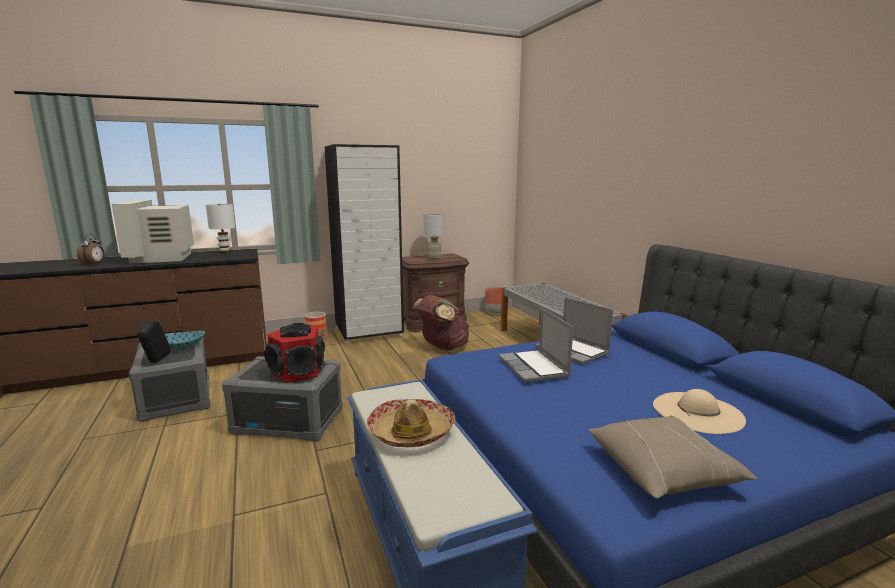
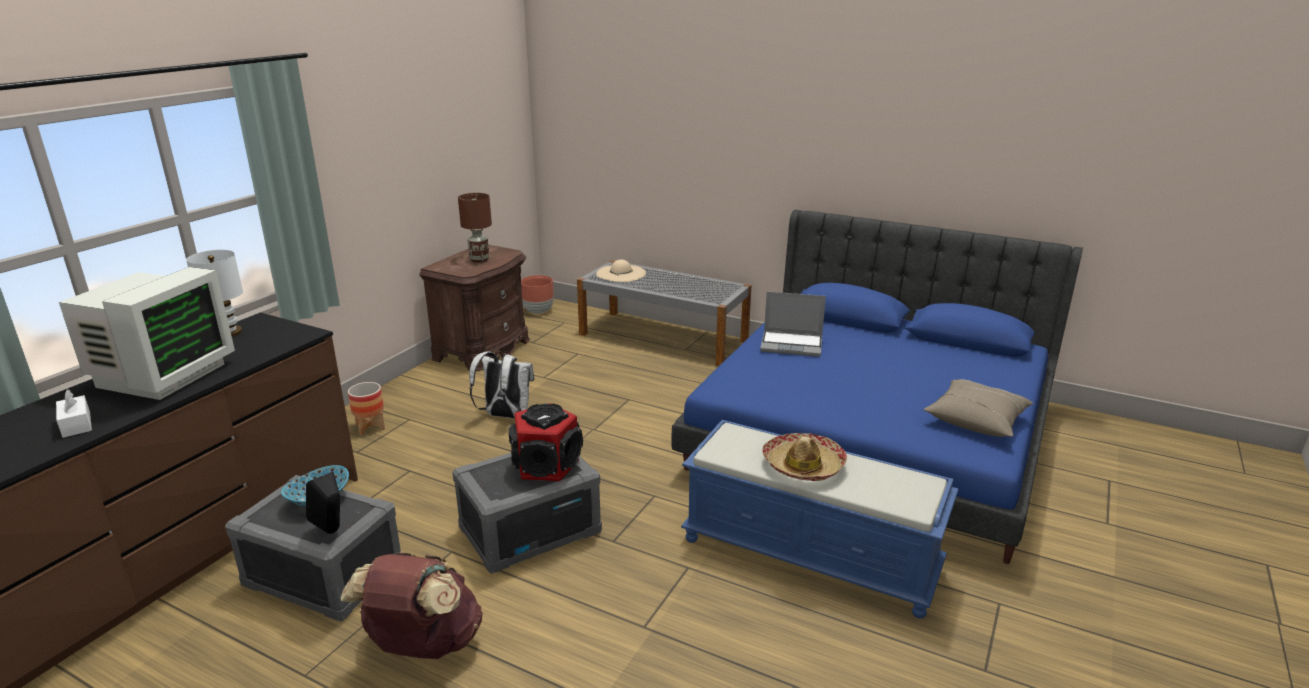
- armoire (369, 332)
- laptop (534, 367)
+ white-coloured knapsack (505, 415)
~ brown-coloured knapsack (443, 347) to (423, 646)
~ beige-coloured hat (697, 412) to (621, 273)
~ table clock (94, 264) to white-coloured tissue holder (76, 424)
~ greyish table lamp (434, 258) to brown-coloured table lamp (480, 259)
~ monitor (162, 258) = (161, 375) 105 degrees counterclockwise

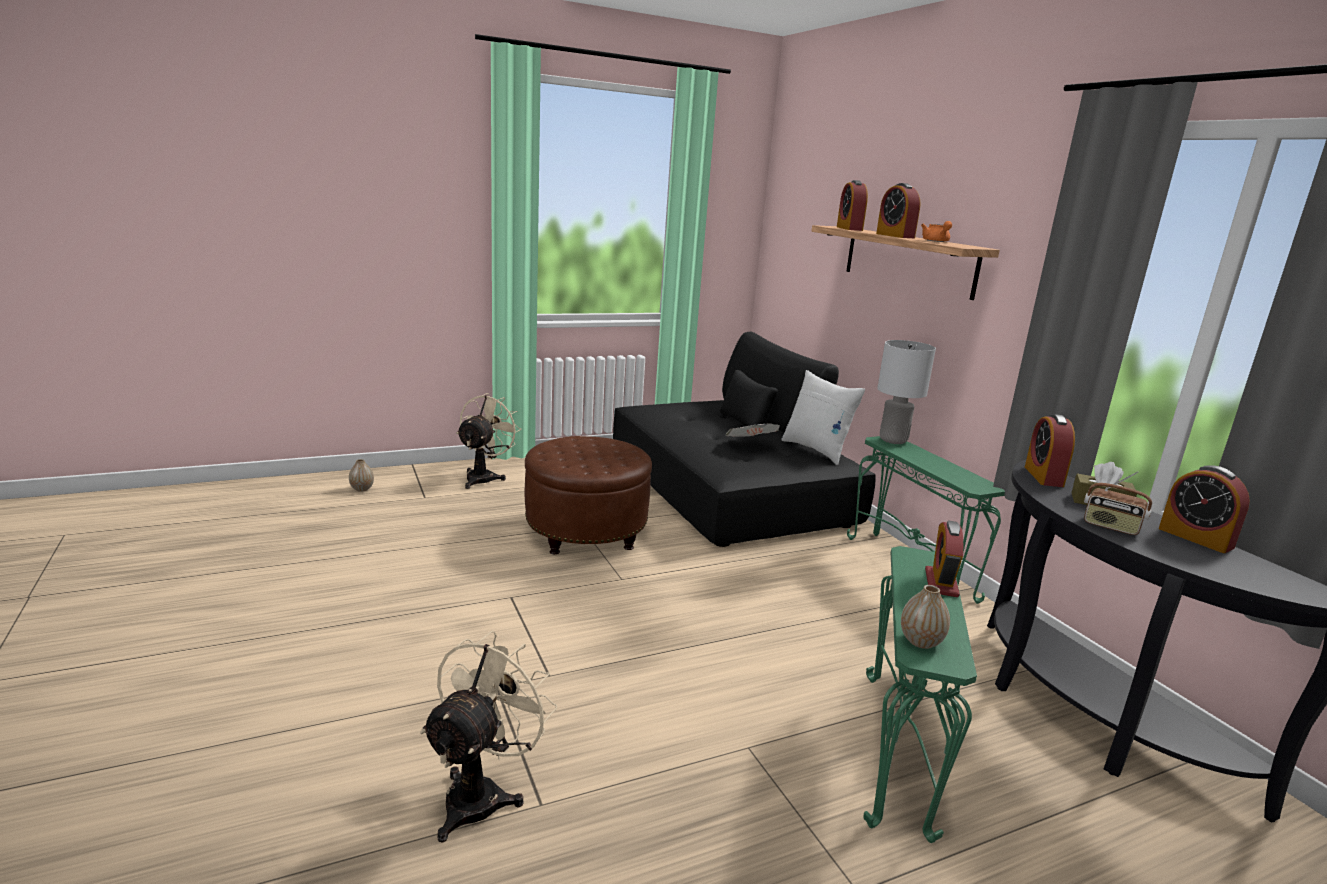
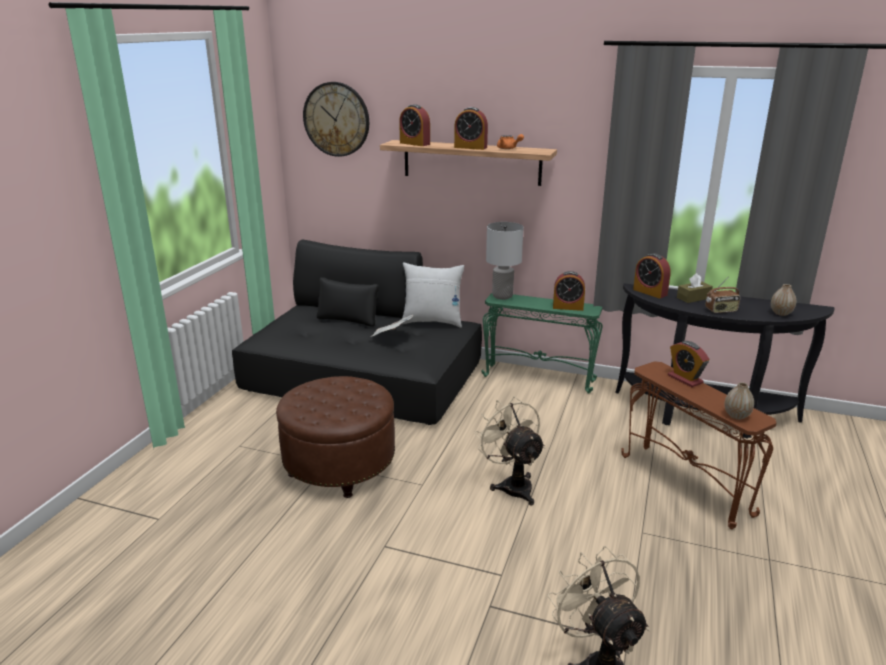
+ hanging clock (336, 119)
~ vase (362, 489) to (781, 313)
~ beige-coloured fan (484, 477) to (512, 485)
~ table clock (1195, 538) to (568, 307)
~ greenish end table (897, 750) to brown-coloured end table (685, 485)

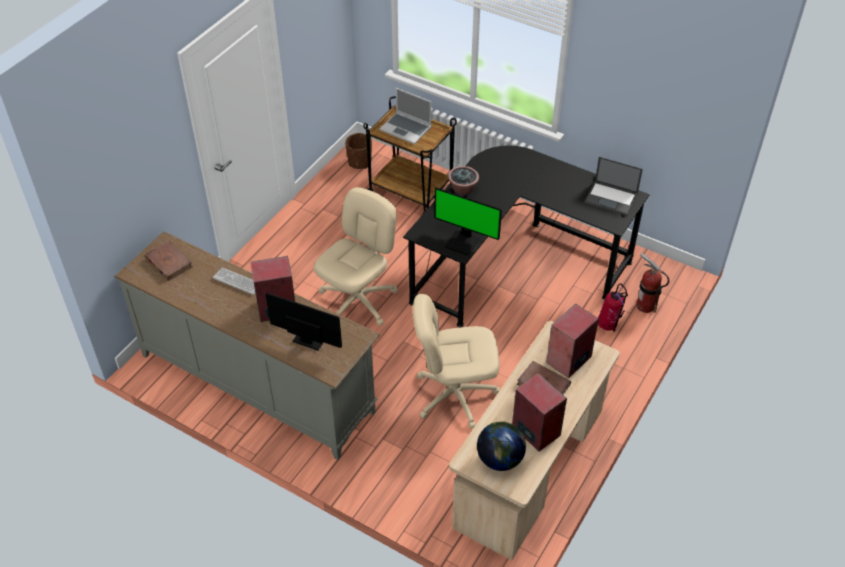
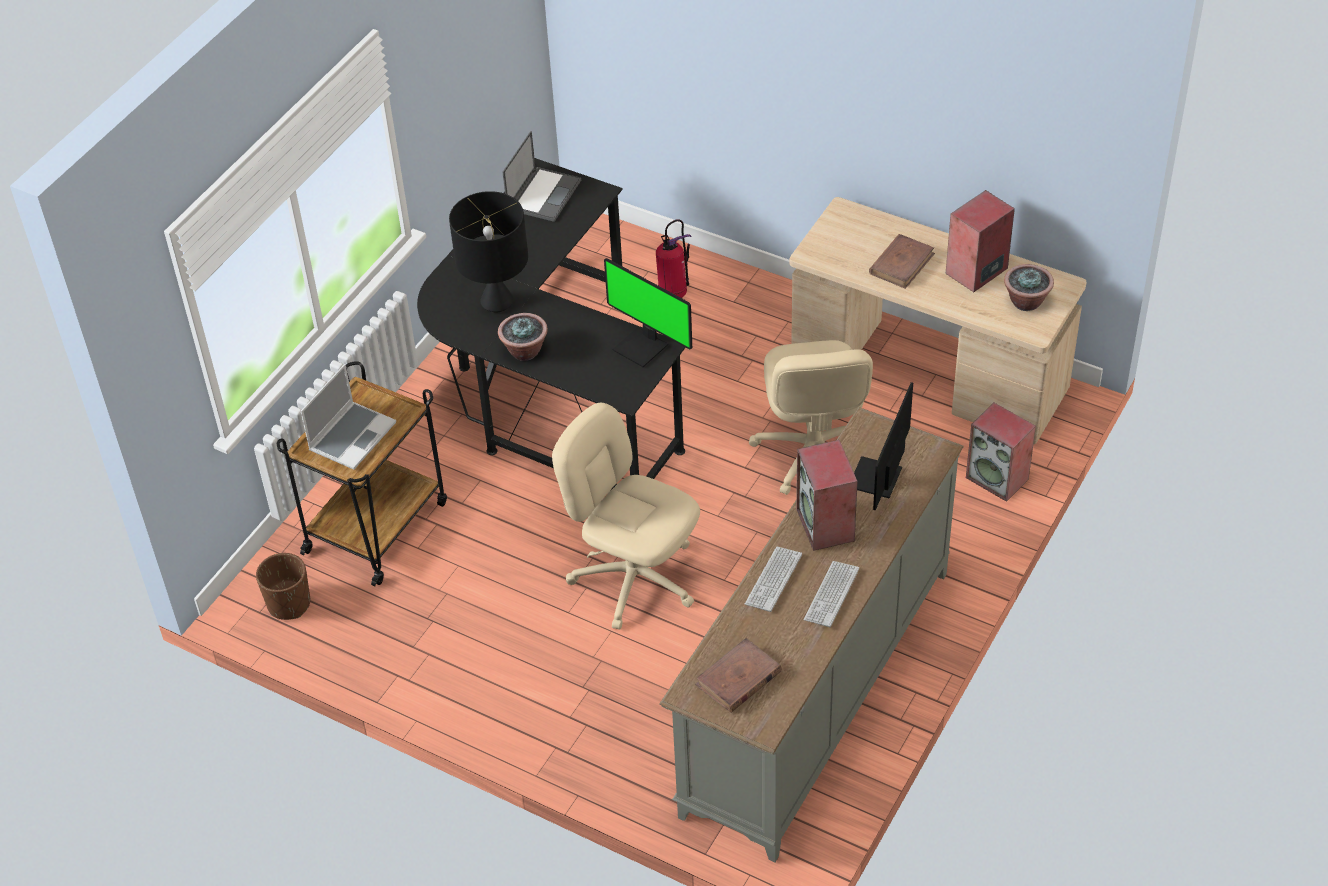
- fire-fighting cylinder (645, 306)
+ black table lamp (497, 303)
+ PC keyboard (831, 595)
~ speaker (569, 360) to (998, 478)
~ world globe (500, 459) to houseplant (1026, 302)
~ monitor (463, 242) = (642, 347) 105 degrees clockwise

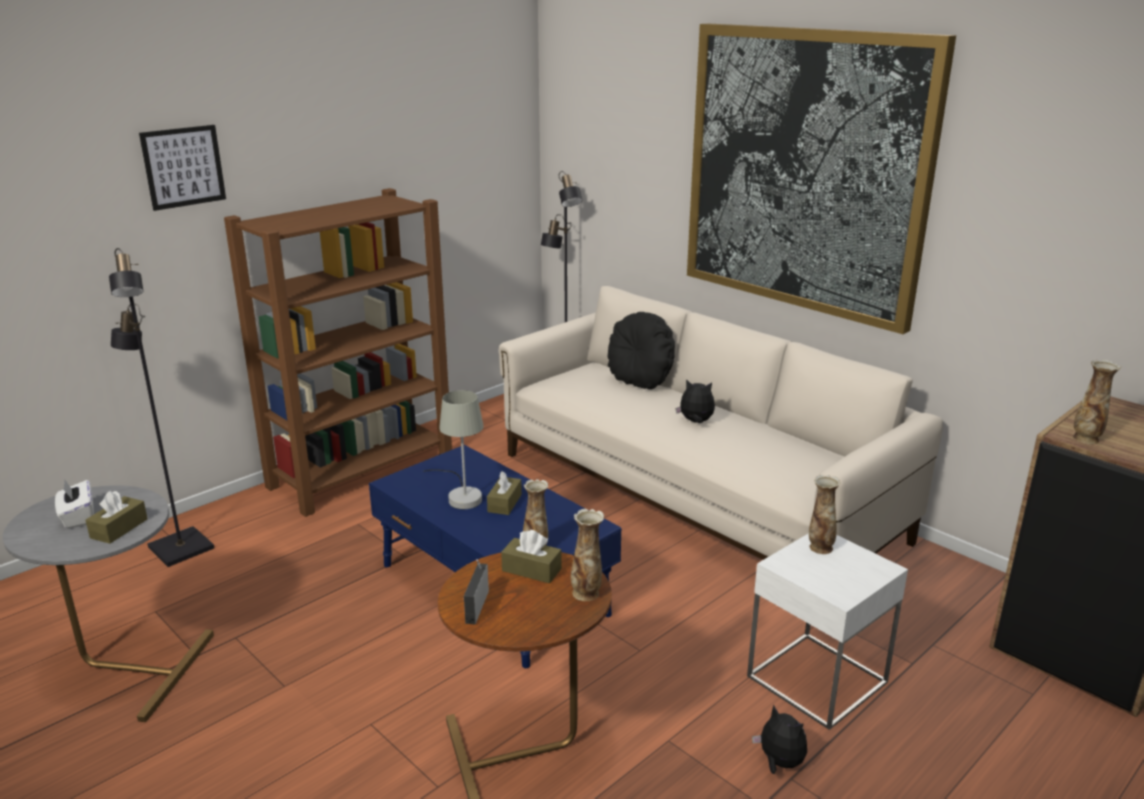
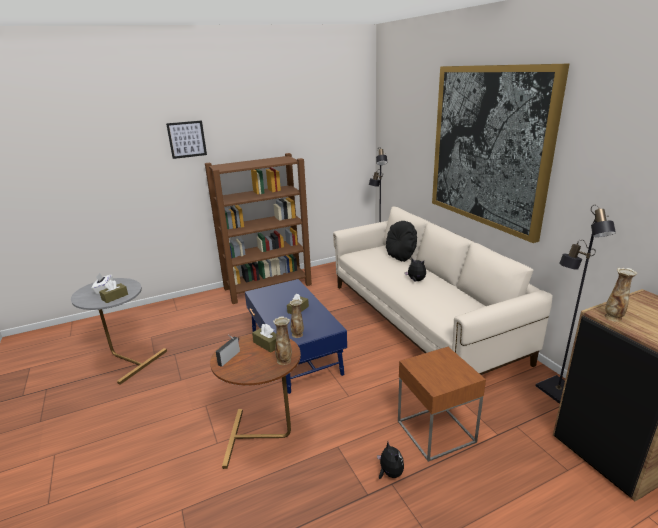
- greyish table lamp (461, 495)
- vase (820, 548)
~ black floor lamp (181, 548) to (558, 390)
~ white-coloured end table (817, 679) to brown-coloured end table (436, 431)

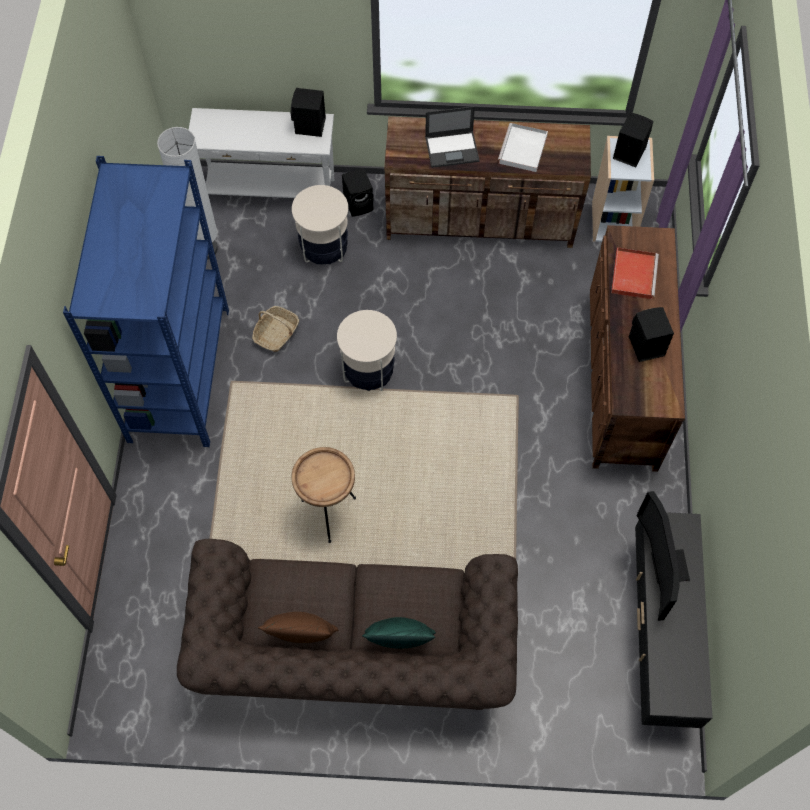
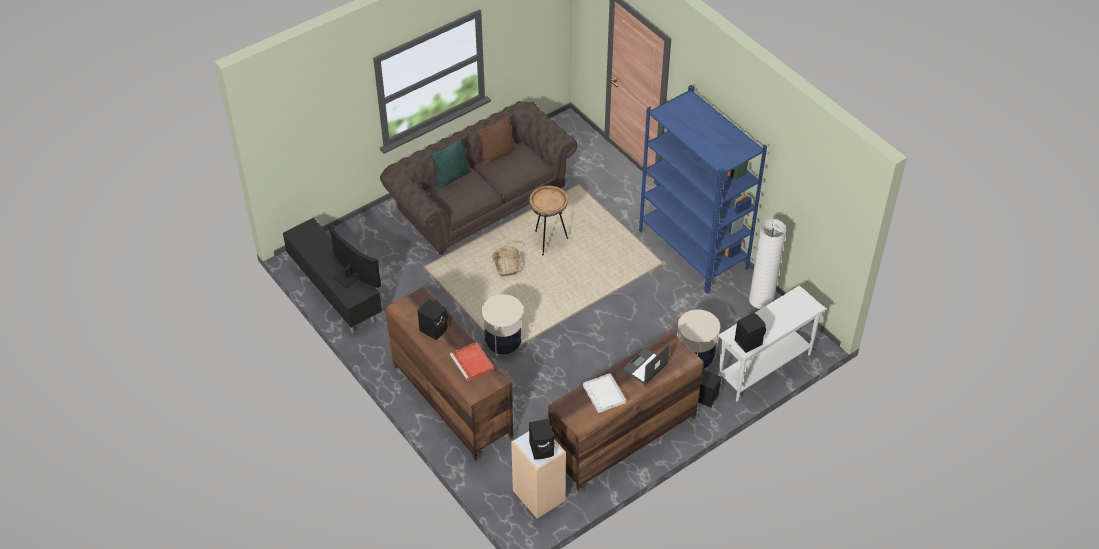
~ storage basket (276, 334) to (507, 266)
~ beige-coloured end table (369, 371) to (503, 343)

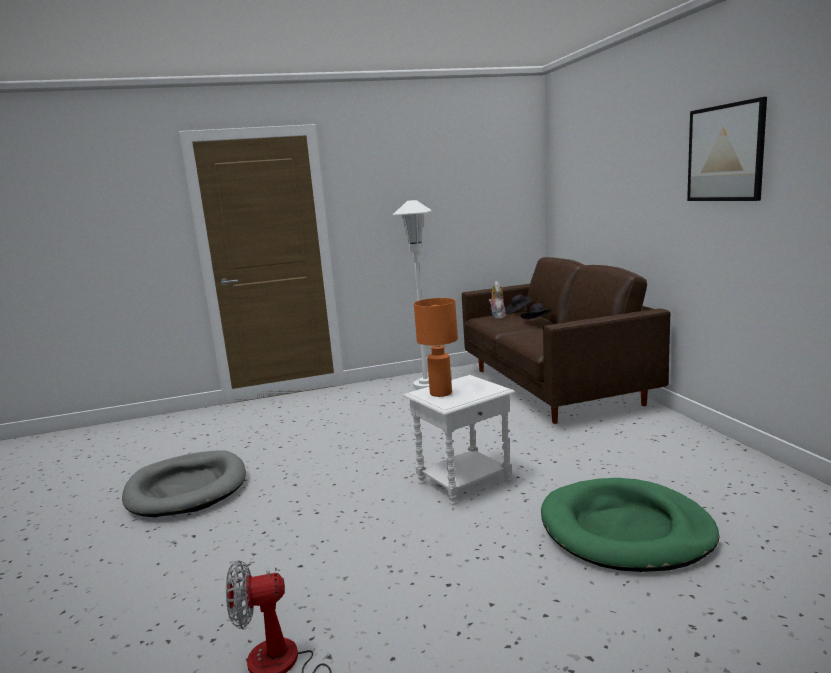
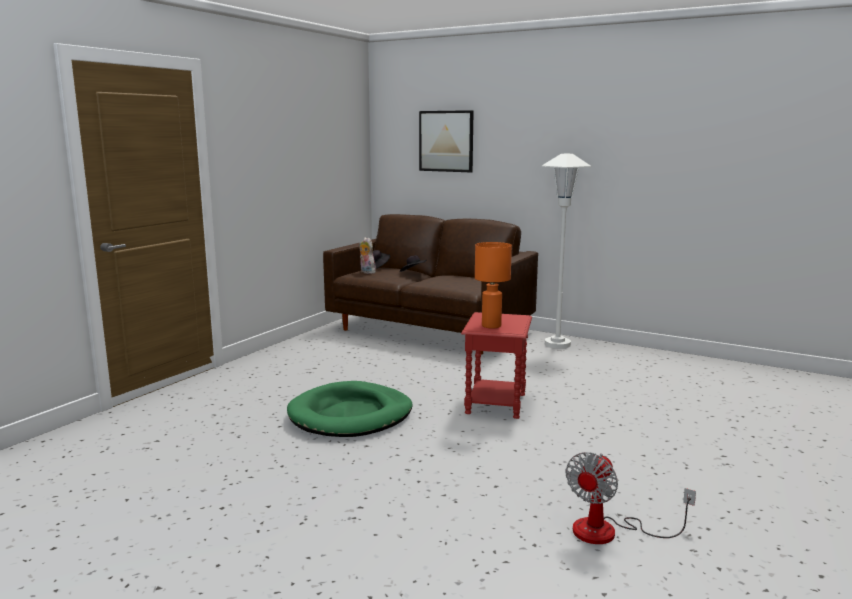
- greyish dog cushion (187, 488)
~ white-coloured floor lamp (426, 386) to (557, 344)
~ greenish dog cushion (625, 530) to (351, 415)
~ picture (725, 153) to (446, 141)
~ white-coloured end table (463, 481) to red-coloured end table (494, 403)

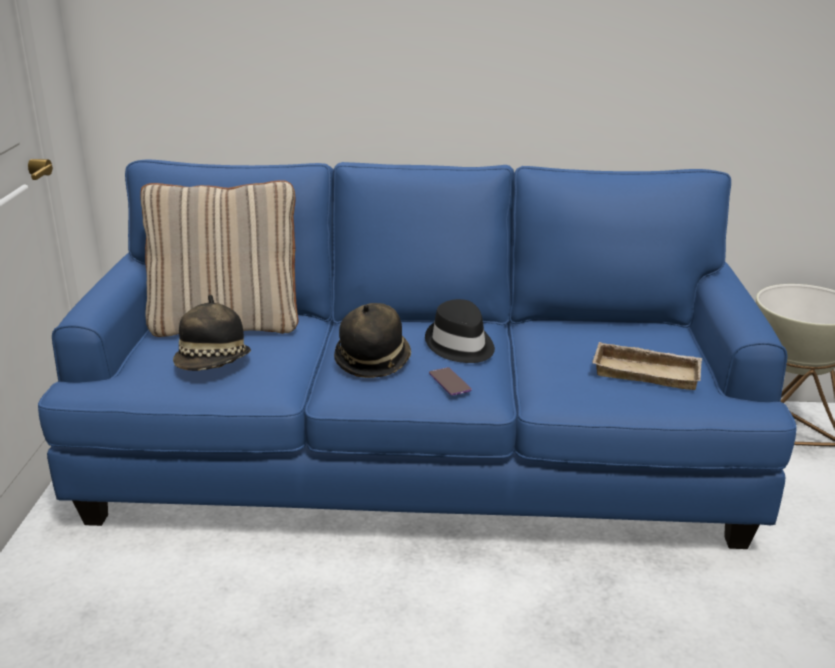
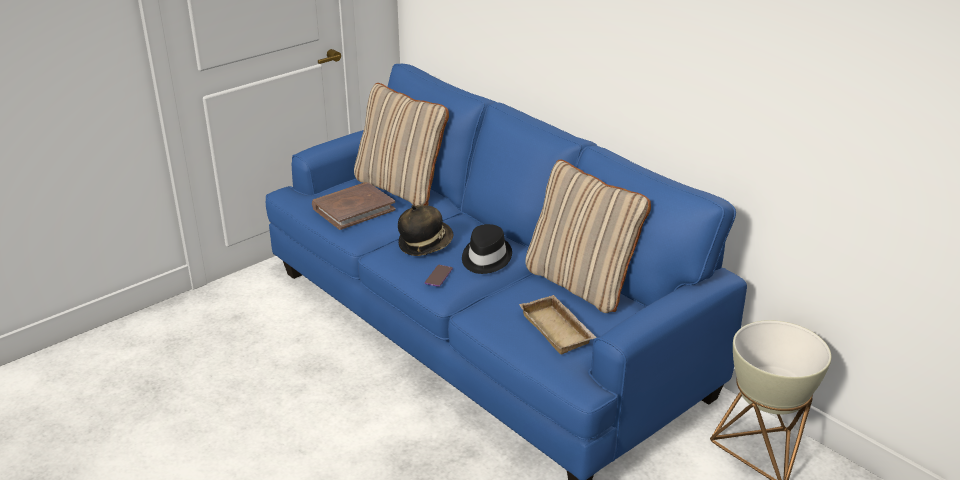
+ beige-coloured pillow (581, 284)
~ hat (213, 365) to brown-coloured book (353, 209)

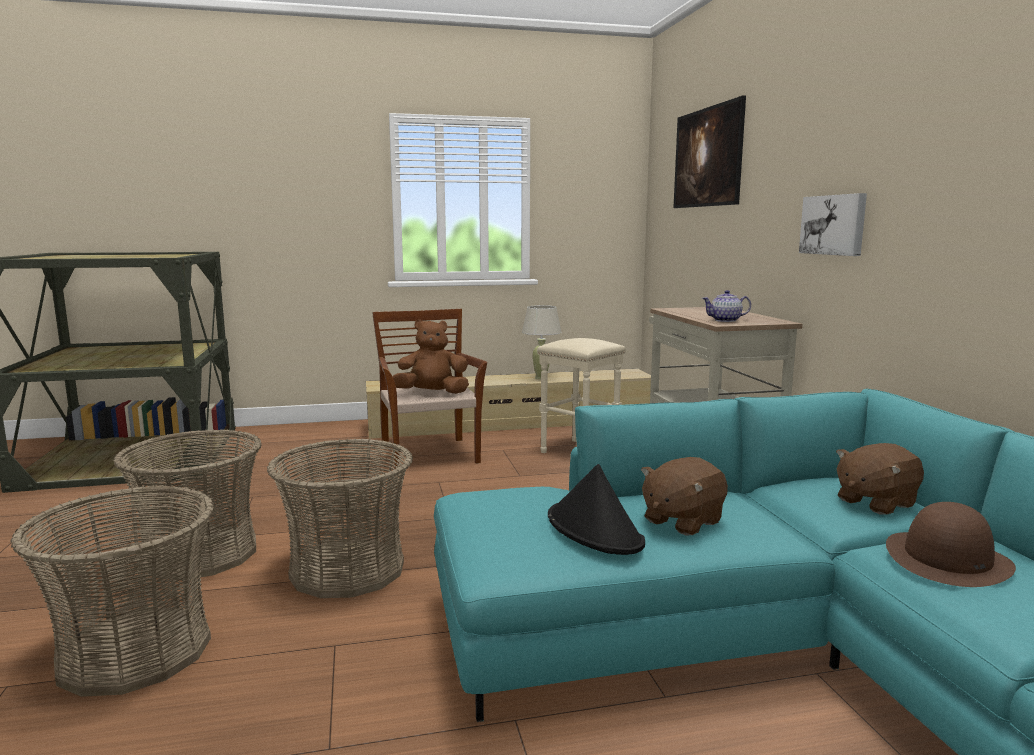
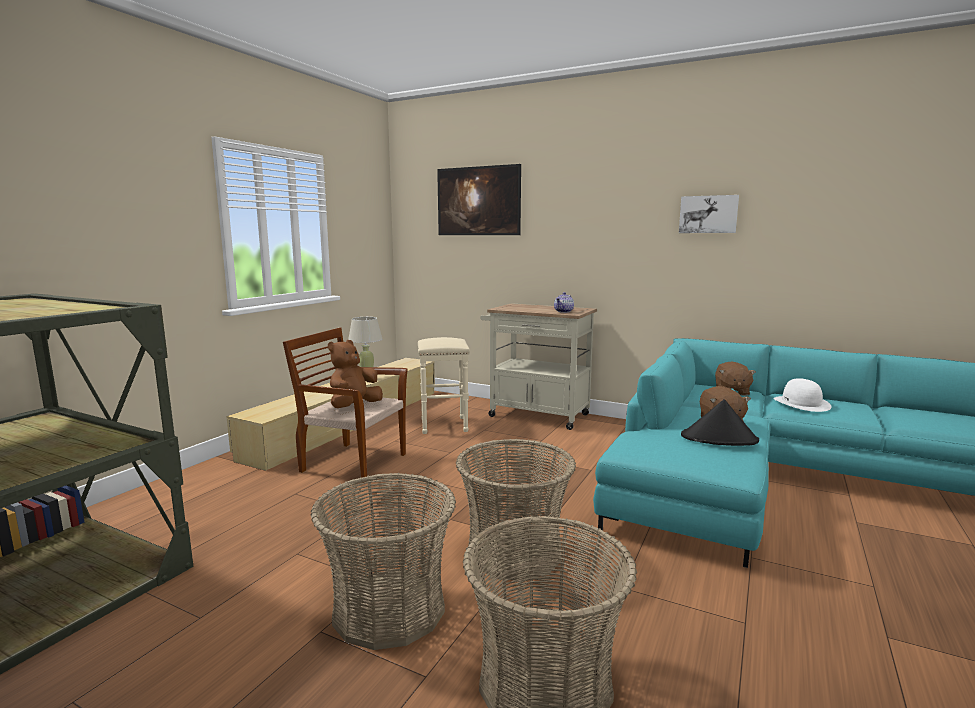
~ picture (834, 225) to (708, 214)
~ brown-coloured hat (947, 559) to white-coloured hat (801, 403)

